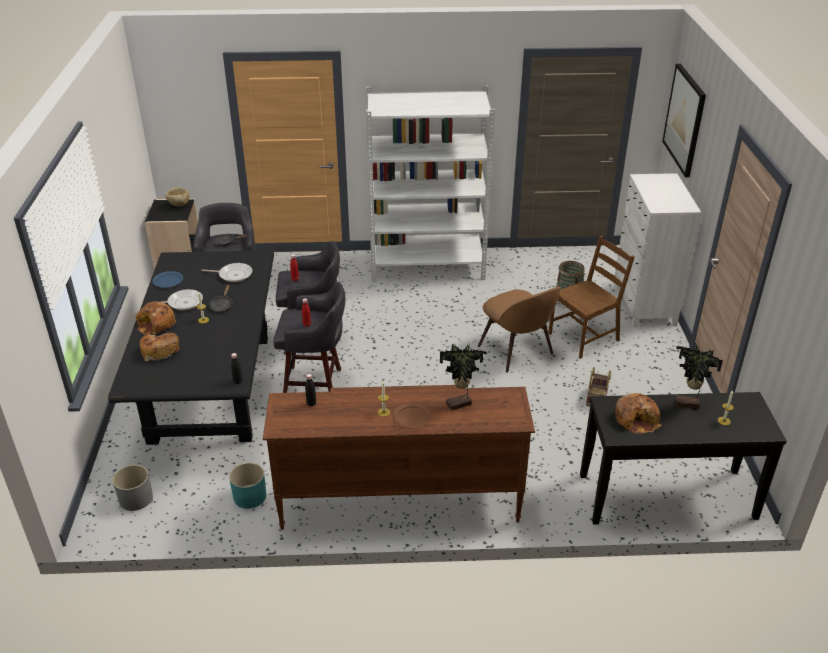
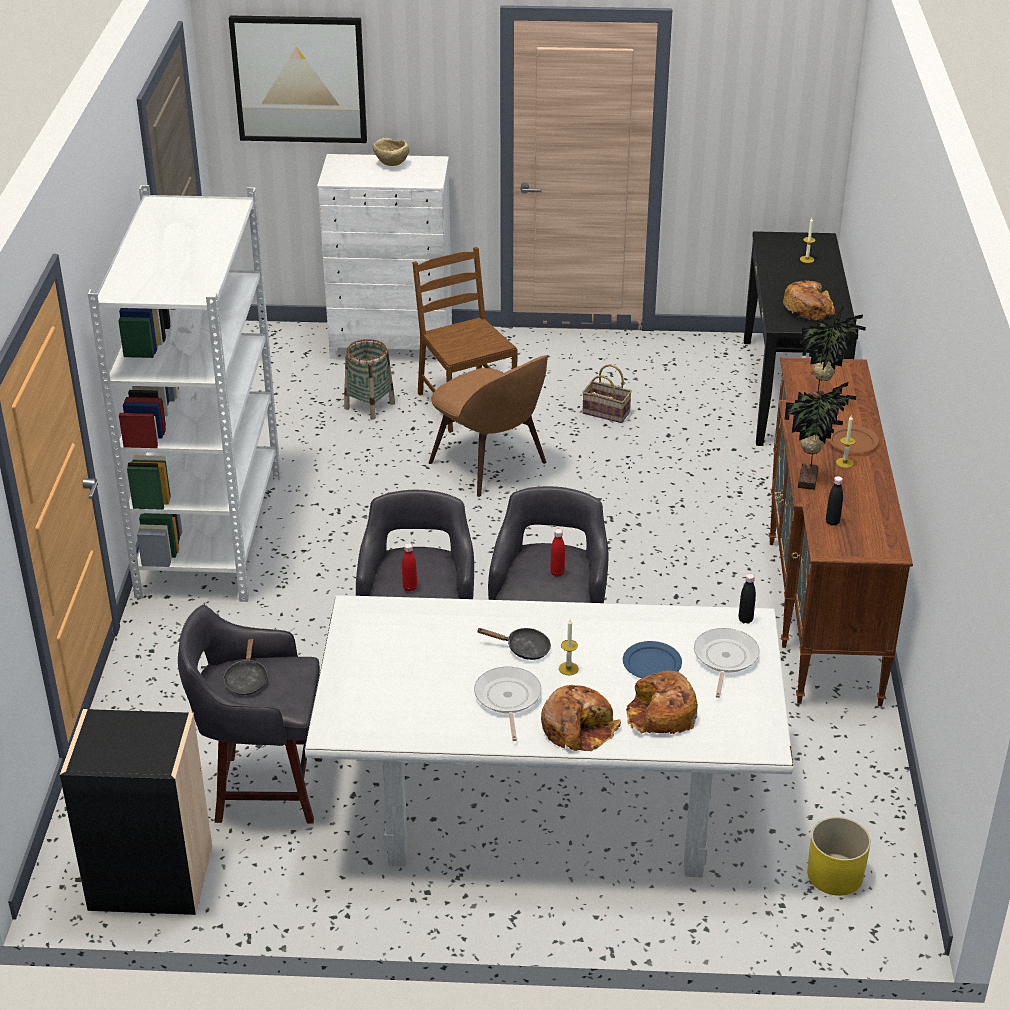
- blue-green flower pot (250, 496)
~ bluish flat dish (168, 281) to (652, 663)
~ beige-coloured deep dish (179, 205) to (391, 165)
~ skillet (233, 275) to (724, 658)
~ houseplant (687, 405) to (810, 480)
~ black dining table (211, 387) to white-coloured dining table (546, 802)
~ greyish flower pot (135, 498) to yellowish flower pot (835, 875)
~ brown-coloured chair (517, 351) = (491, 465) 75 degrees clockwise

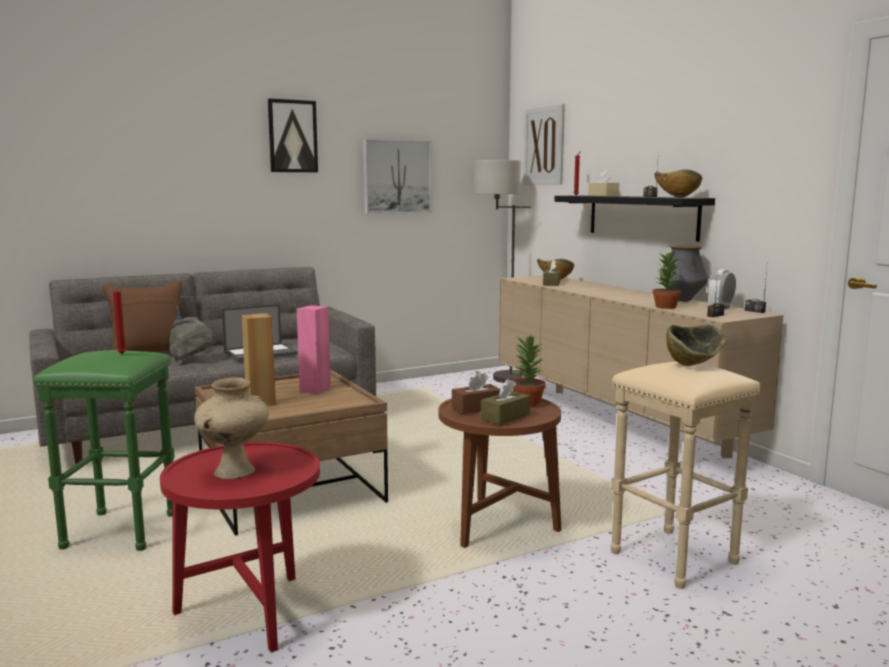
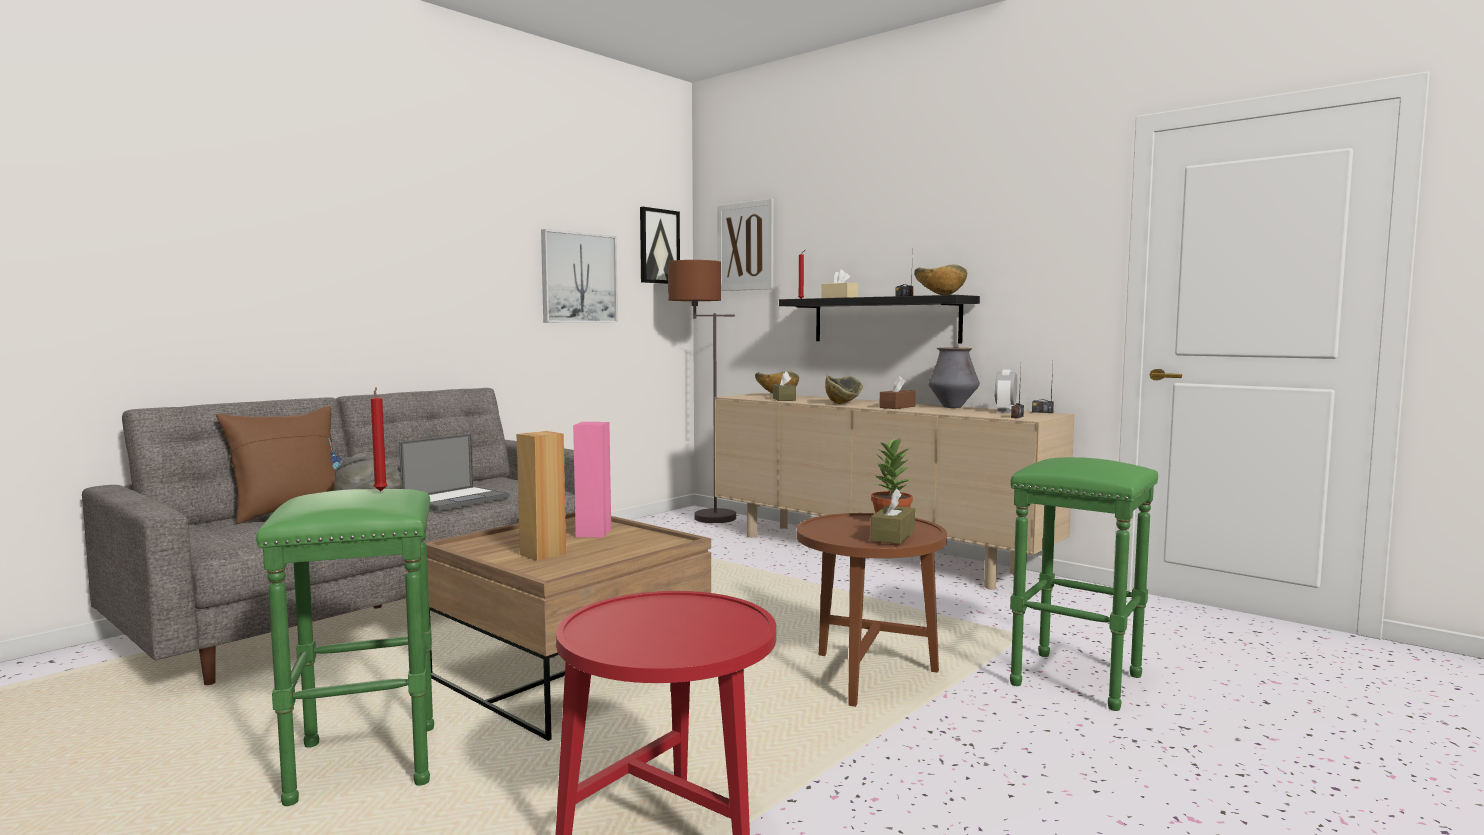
- beige-coloured vase (234, 472)
- houseplant (665, 307)
~ picture (292, 136) to (659, 246)
~ brown-coloured tissue holder (476, 408) to (897, 407)
~ deep dish (693, 365) to (843, 403)
~ greyish floor lamp (500, 378) to brown-coloured floor lamp (702, 518)
~ beige-coloured stool seat (676, 557) to greenish stool seat (1079, 679)

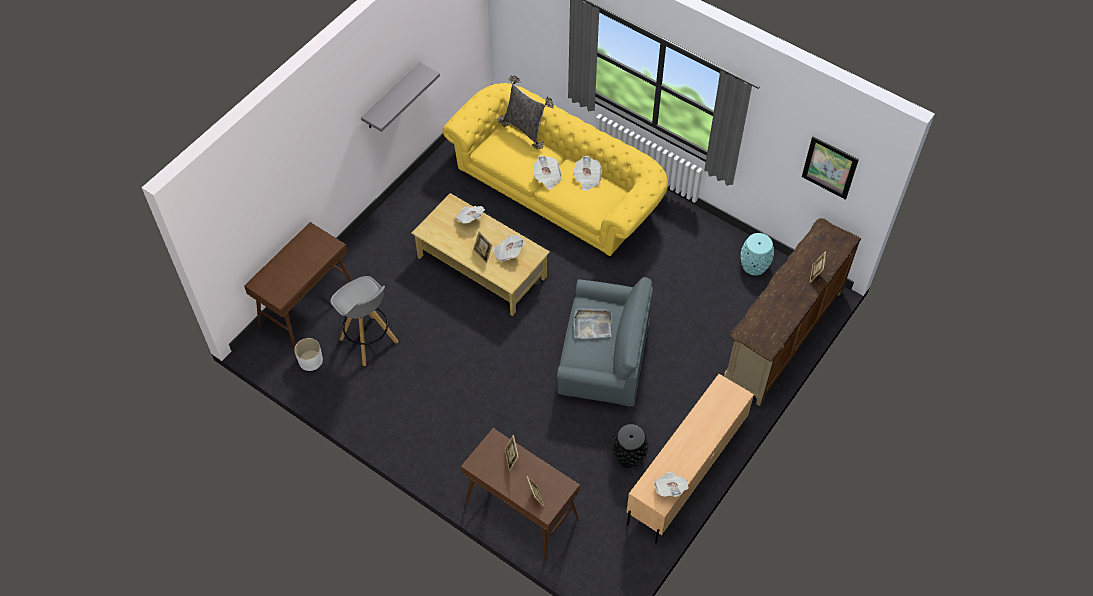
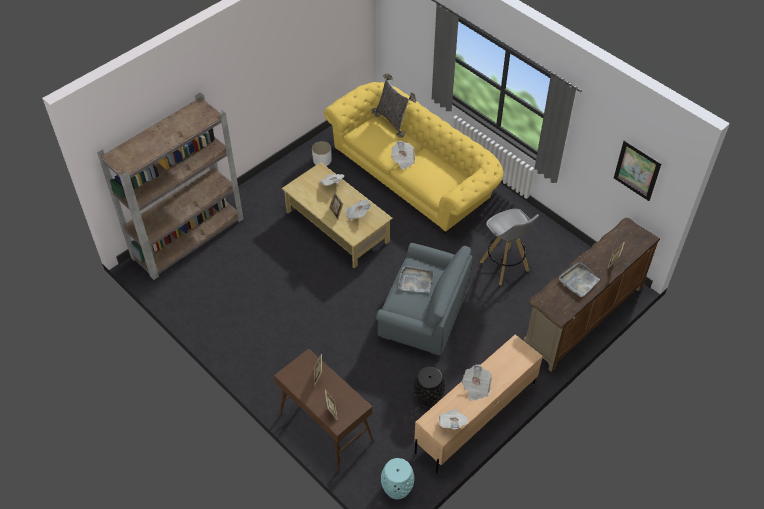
- greyish shelf (392, 97)
+ greyish carrying tray (578, 281)
~ white-coloured flower pot (310, 360) to (322, 160)
~ greyish stool seat (369, 341) to (504, 267)
~ newspaper (587, 179) to (476, 387)
~ blue-green stool seat (754, 265) to (397, 488)
~ brown-coloured narrow table (308, 307) to brown-coloured shelving unit (188, 238)

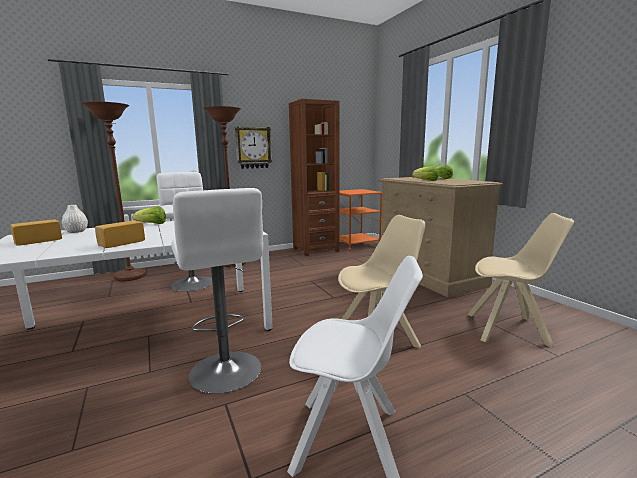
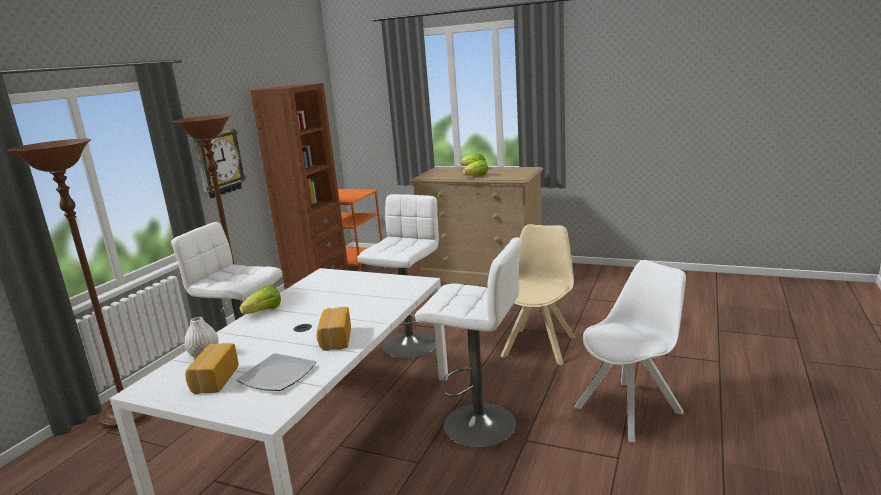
- beige-coloured chair (509, 329)
+ flat dish (277, 376)
+ white-coloured stool seat (411, 344)

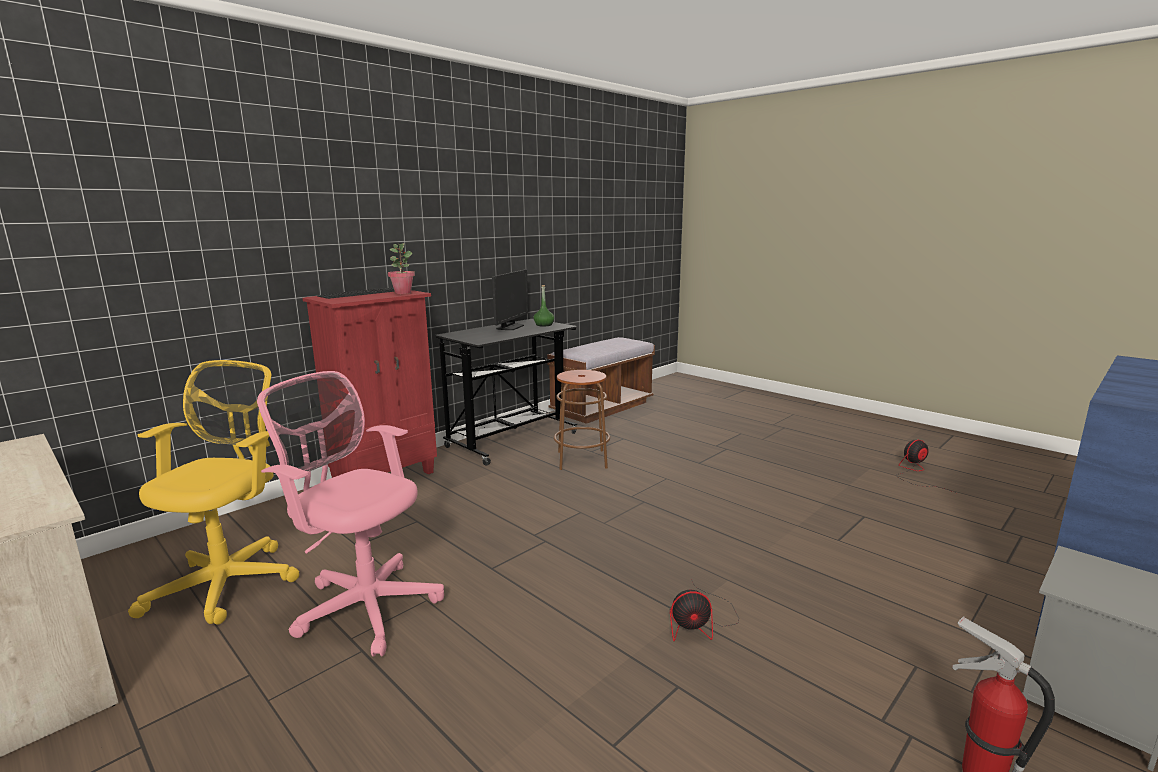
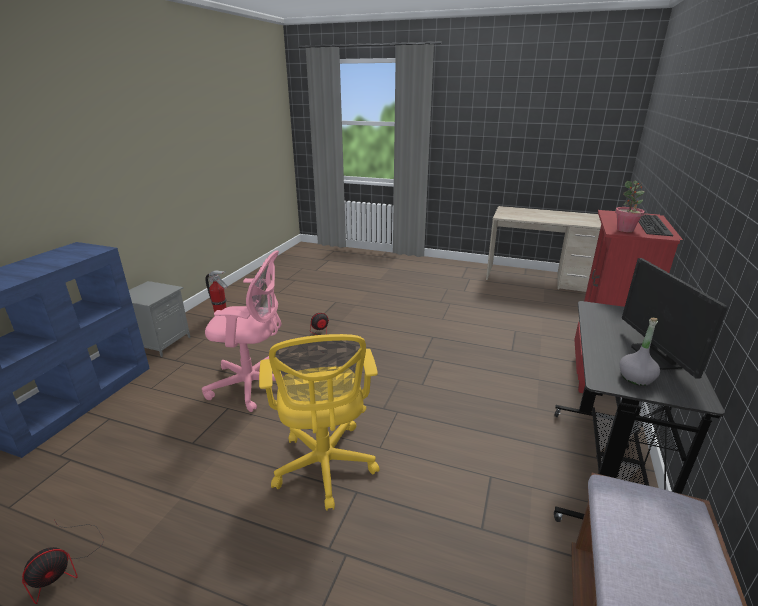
- brown-coloured stool seat (582, 459)
~ yellowish computer chair (230, 582) to (325, 468)
~ pink computer chair (364, 604) to (253, 385)
~ greenish beverage bottle (544, 325) to greyish beverage bottle (635, 378)

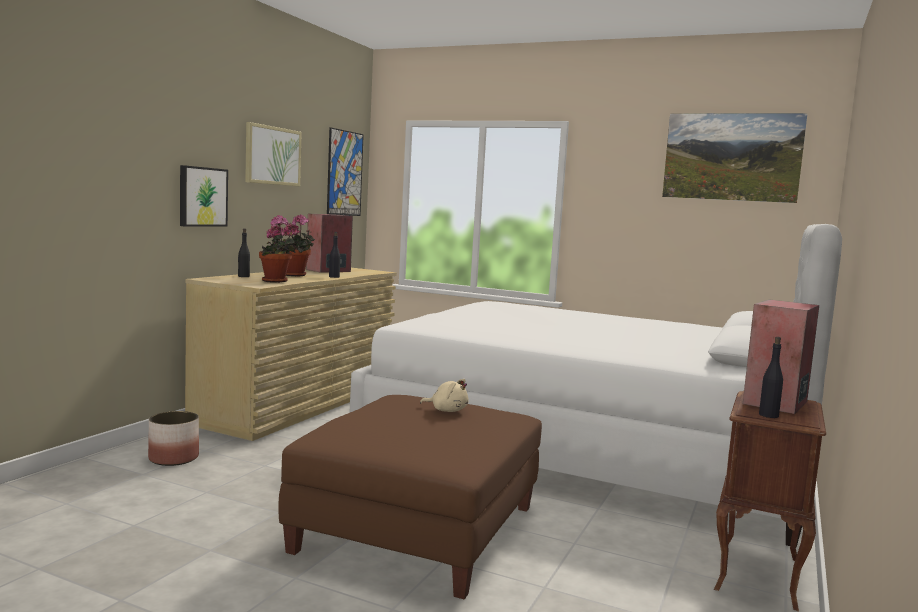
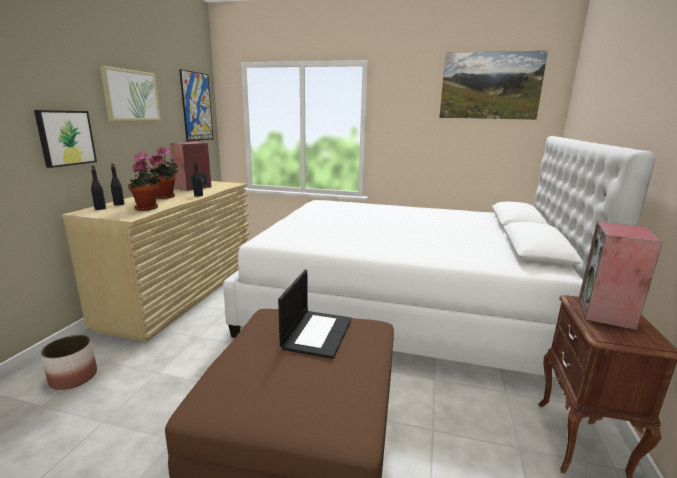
~ black beverage bottle (768, 415) to (100, 208)
~ beige-coloured cuddly toy (447, 410) to laptop (317, 333)

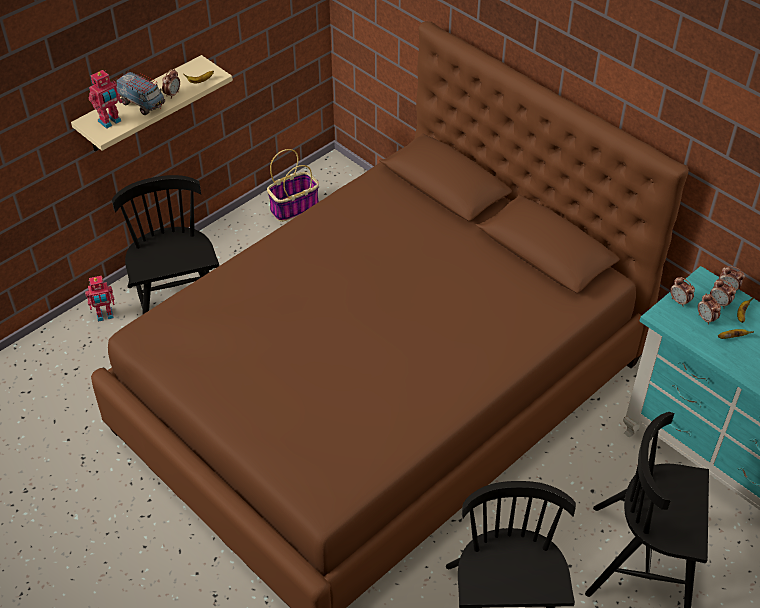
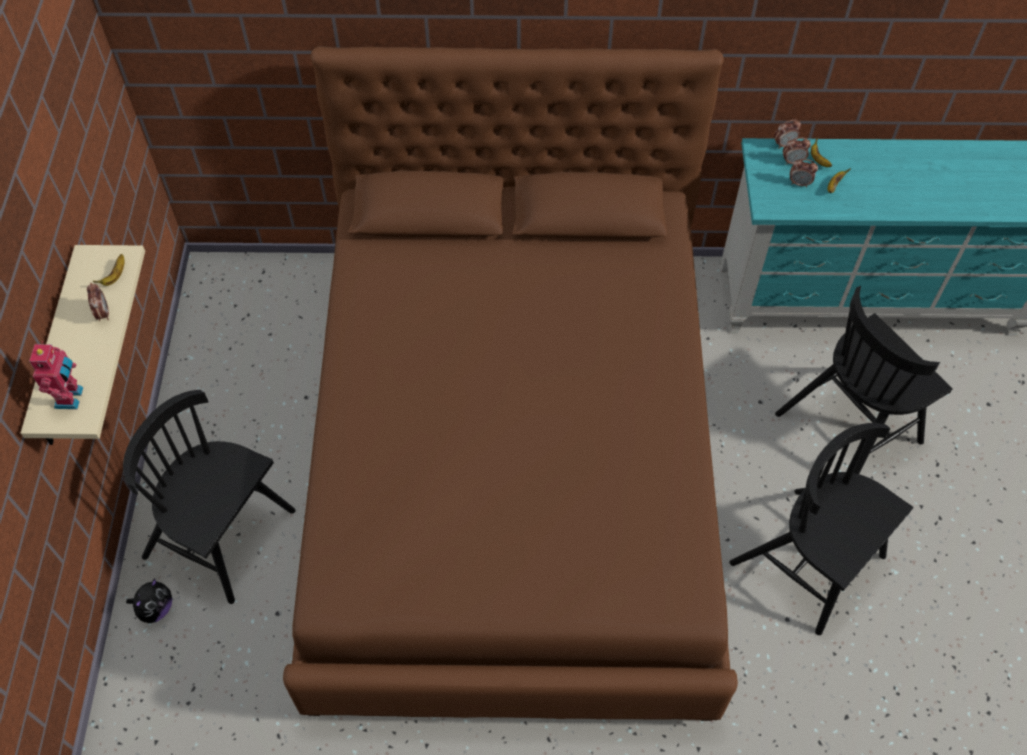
- toy lorry (142, 104)
- storage basket (294, 207)
- table clock (679, 301)
~ model robot (105, 316) to cuddly toy (156, 609)

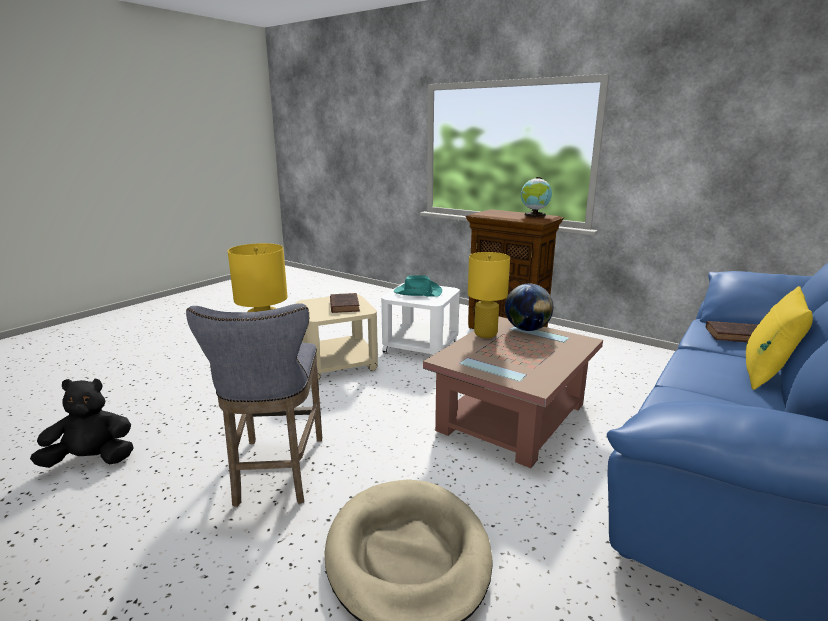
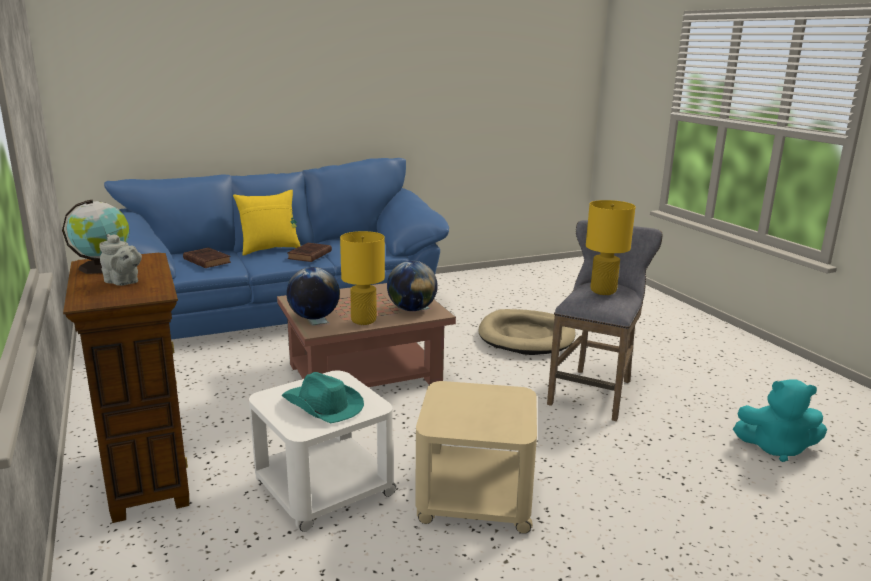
+ greyish tea pot (123, 282)
+ world globe (412, 309)
~ brown-coloured book (344, 305) to (309, 255)
~ black cuddly toy (92, 460) to blue-green cuddly toy (776, 448)

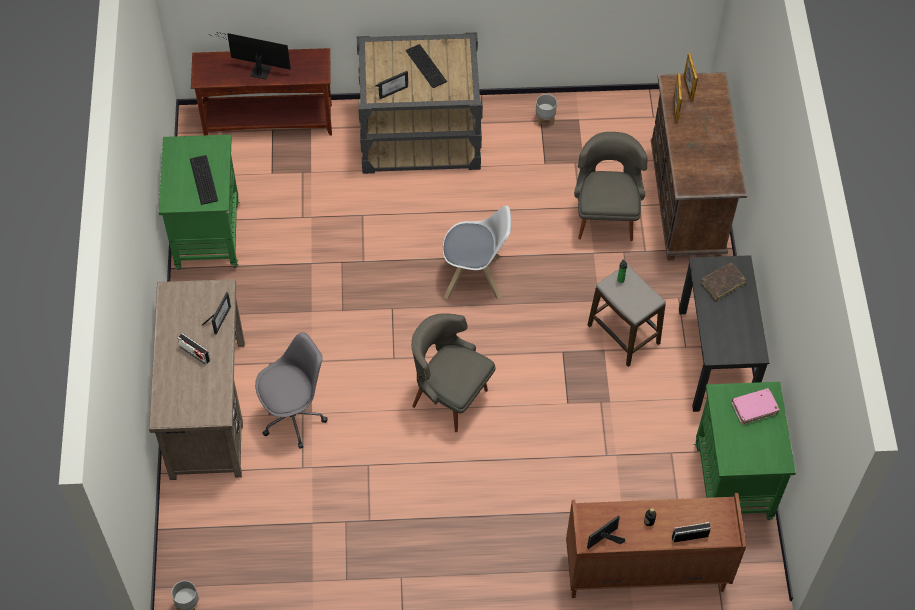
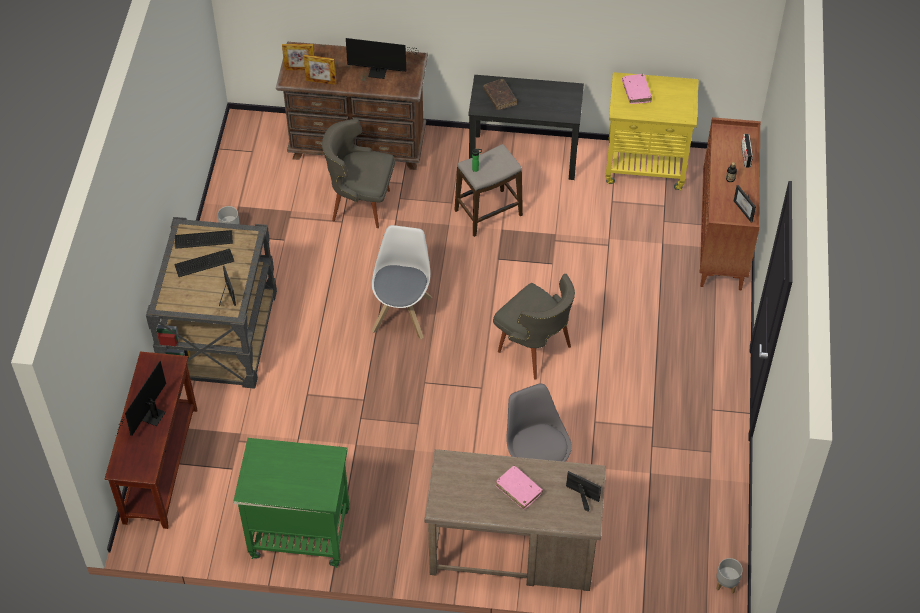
+ monitor (380, 73)
~ PC keyboard (203, 180) to (204, 240)
~ standing frame (219, 318) to (580, 496)
~ radio receiver (195, 353) to pink book (519, 490)
~ greenish wheeled cart (732, 483) to yellowish wheeled cart (646, 167)
~ greyish chair (450, 399) = (534, 349) 90 degrees counterclockwise

